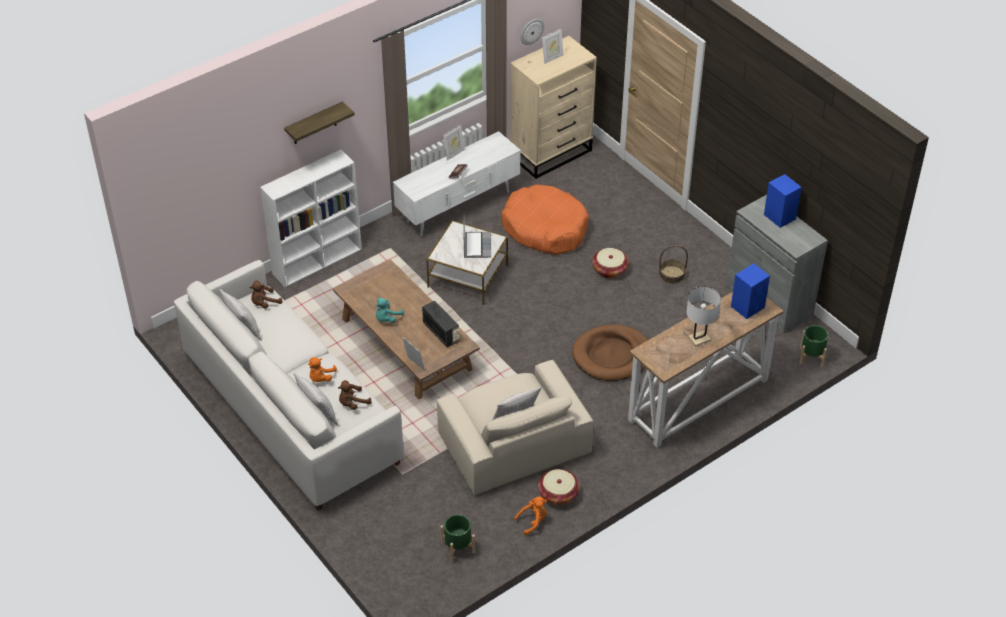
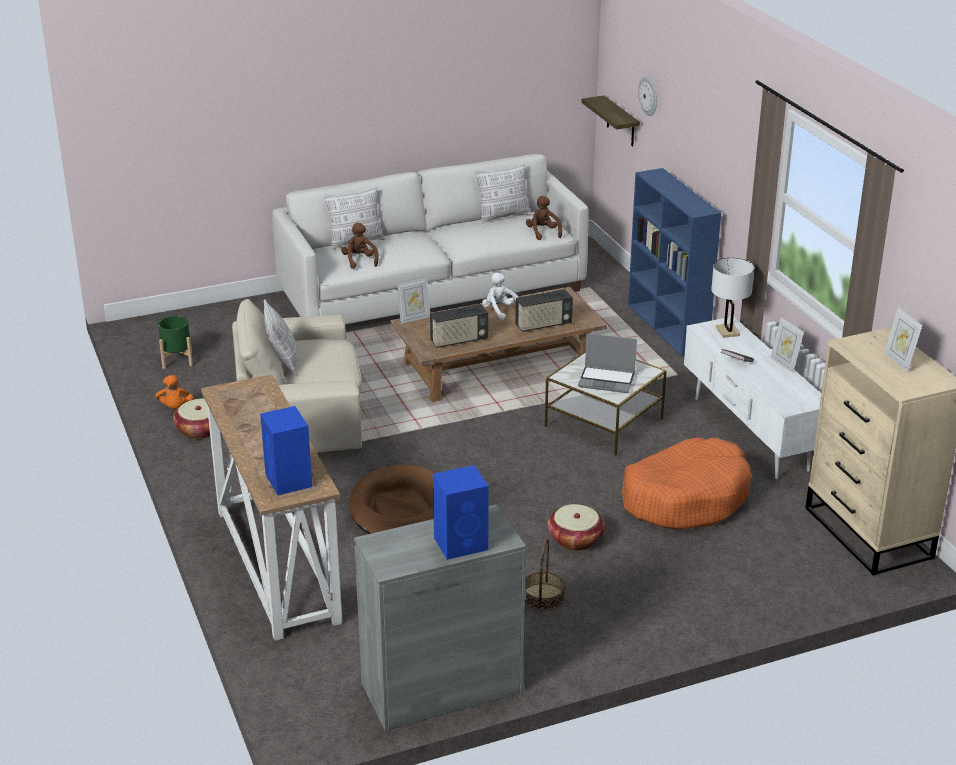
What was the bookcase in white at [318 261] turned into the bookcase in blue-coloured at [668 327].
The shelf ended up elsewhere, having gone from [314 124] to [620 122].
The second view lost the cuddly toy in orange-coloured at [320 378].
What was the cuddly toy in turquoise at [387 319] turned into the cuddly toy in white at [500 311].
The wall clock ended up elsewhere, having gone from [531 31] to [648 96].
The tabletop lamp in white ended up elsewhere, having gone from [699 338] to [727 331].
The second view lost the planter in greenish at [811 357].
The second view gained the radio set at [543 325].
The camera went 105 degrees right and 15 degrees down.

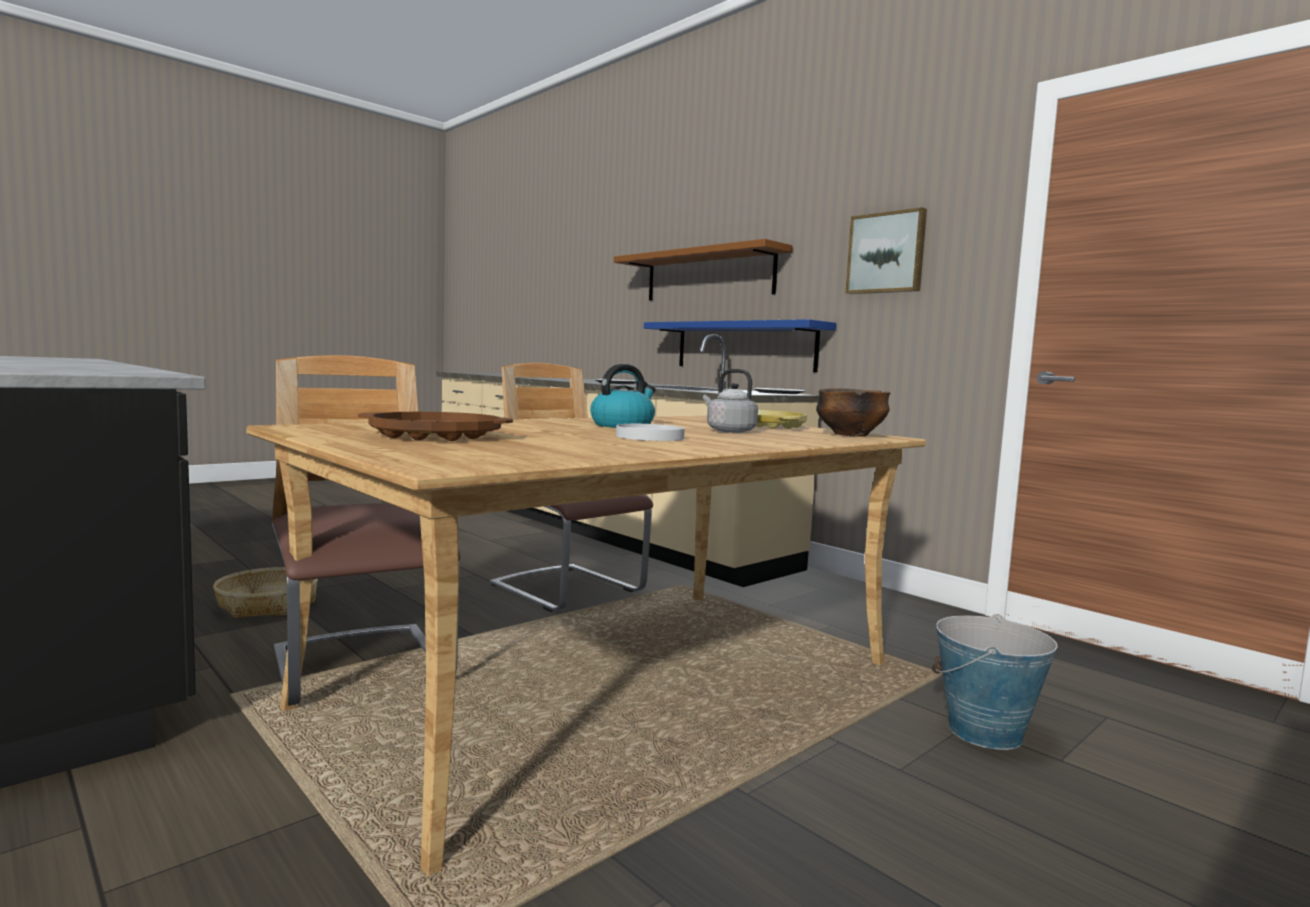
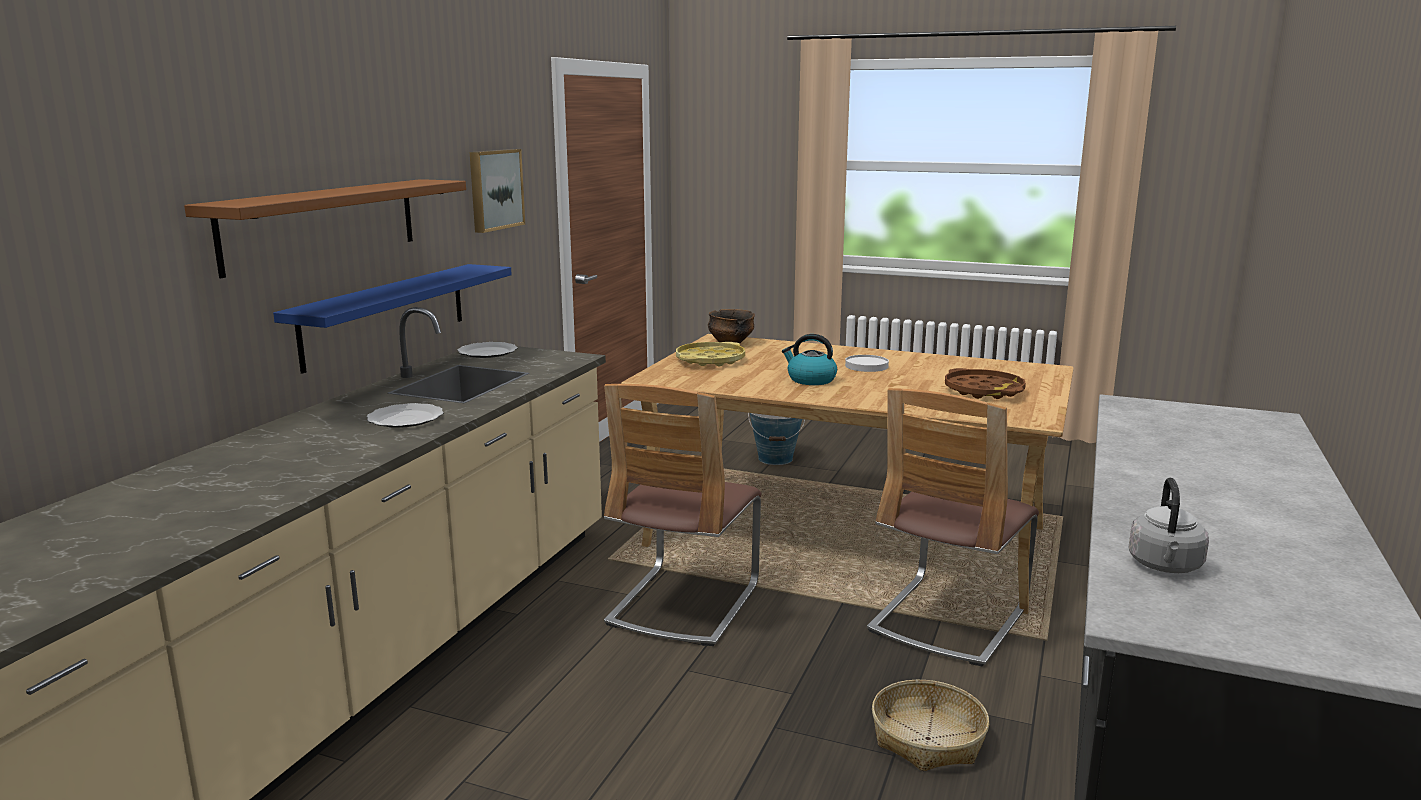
The tea kettle in greyish ended up elsewhere, having gone from [728 431] to [1165 566].
The camera went 115 degrees left and 10 degrees up.

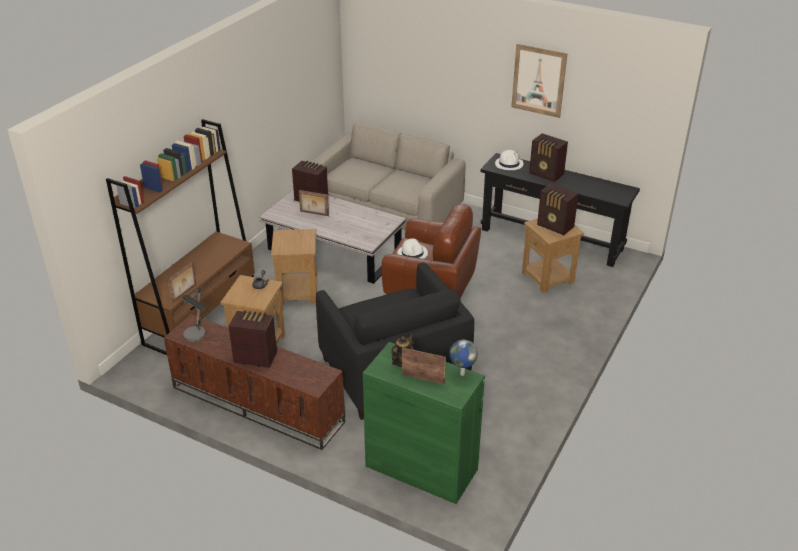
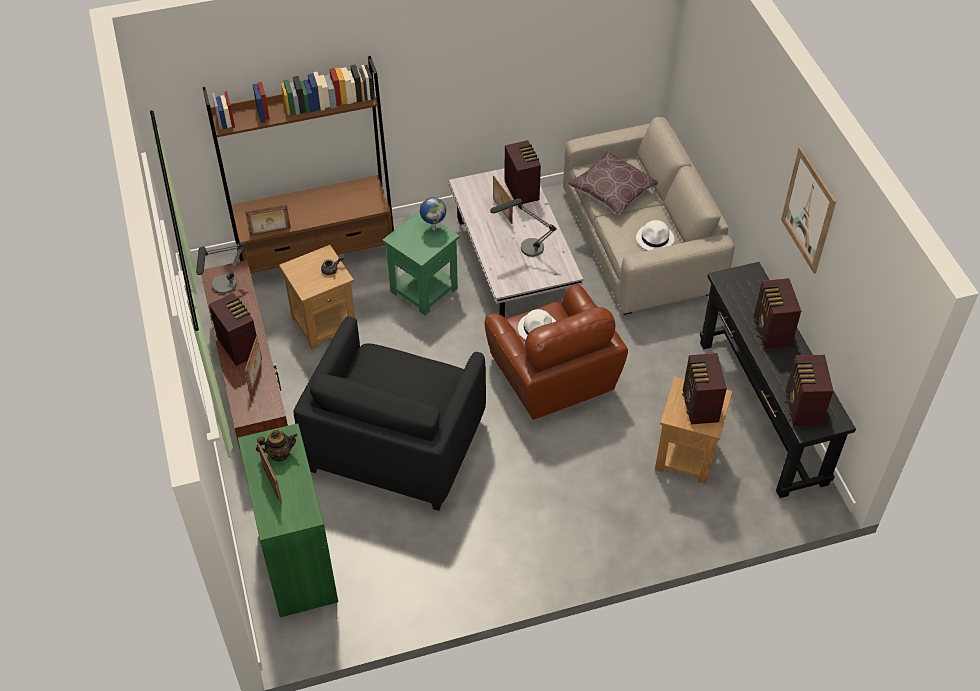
What was the end table in brownish at [297 292] turned into the end table in greenish at [424 289].
The desk globe ended up elsewhere, having gone from [462 373] to [433 228].
The hat in white ended up elsewhere, having gone from [509 164] to [655 238].
The second view gained the picture frame at [256 376].
The second view gained the tabletop lamp at [525 249].
The second view gained the cushion in brownish at [612 191].
The second view gained the radio set at [802 409].
The camera went 45 degrees right and 15 degrees up.

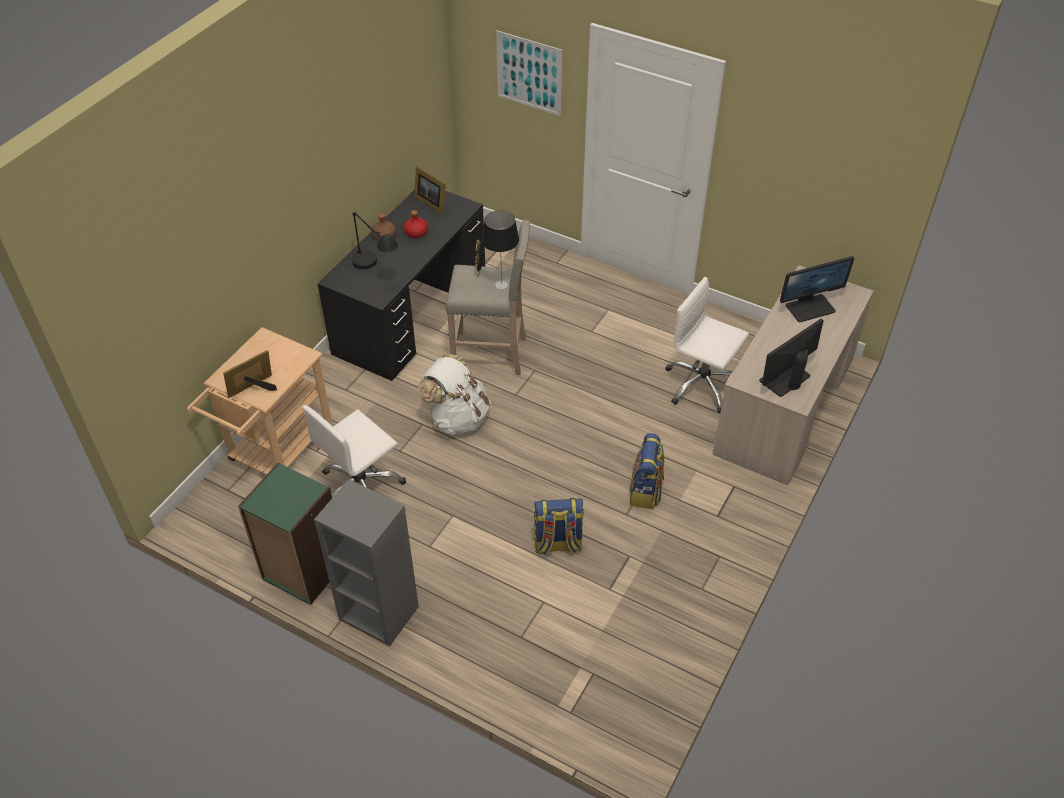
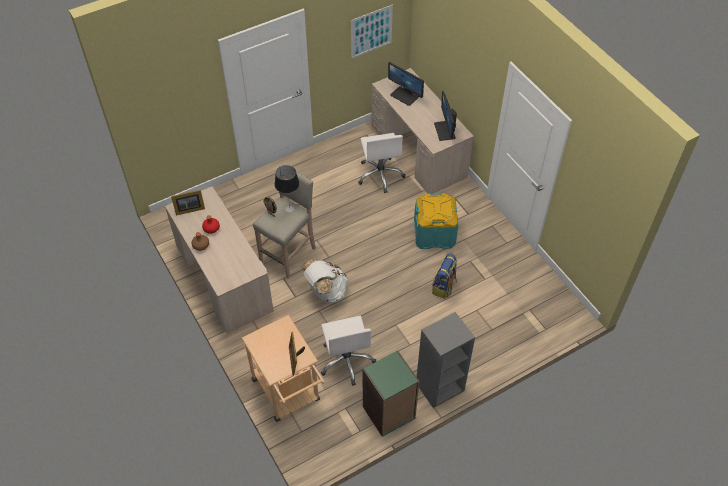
What was the desk table in black-coloured at [412 313] turned into the desk table in beige at [224 277].
The second view lost the tabletop lamp in black-coloured at [376 272].
The wall picture ended up elsewhere, having gone from [529 73] to [371 31].
Where the rucksack stood at [645 491], the storage bin in turquoise came to stand at [434 234].
The computer chair in white at [701 385] ended up facing another way, 75 degrees counterclockwise from before.
The computer display at [810 307] ended up facing another way, 120 degrees clockwise from before.
The camera went 60 degrees left and 5 degrees up.

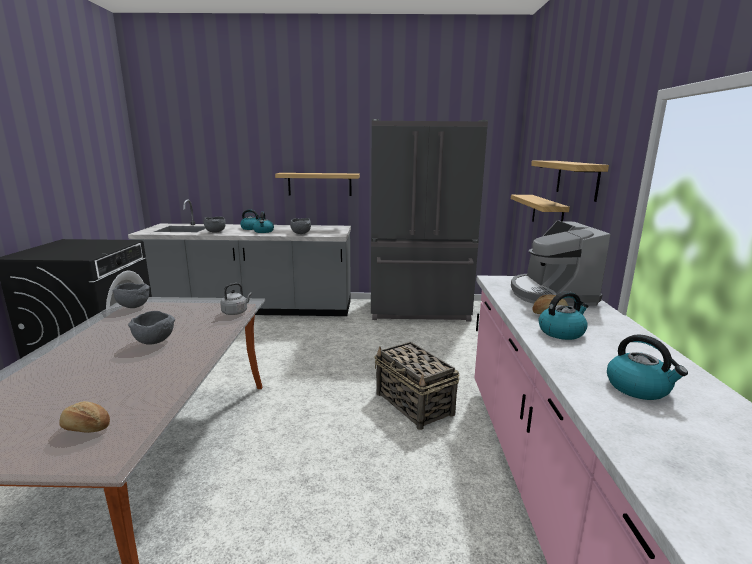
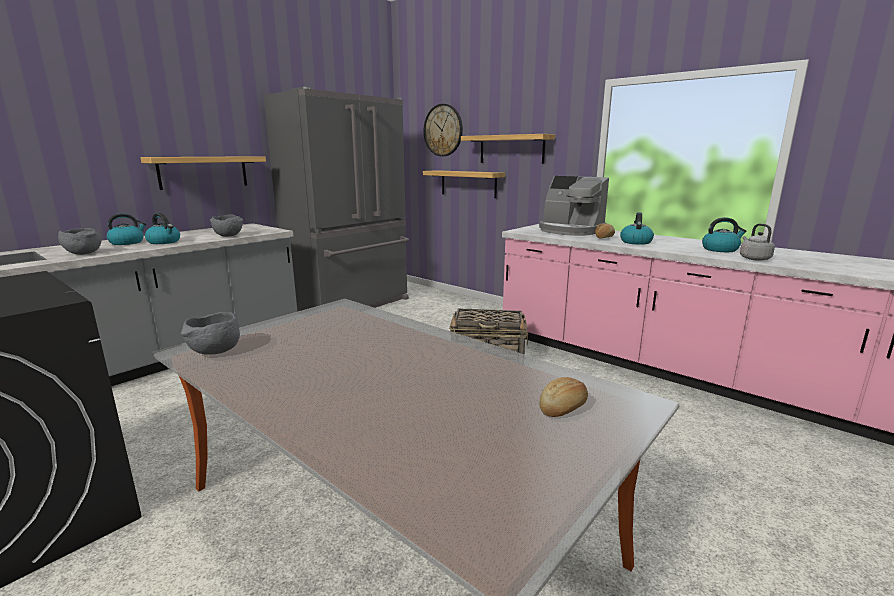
The second view lost the bowl in greyish at [155 341].
The tea kettle in greyish ended up elsewhere, having gone from [236 312] to [753 258].
The second view gained the wall clock at [443 130].
The camera went 50 degrees left and 0 degrees up.

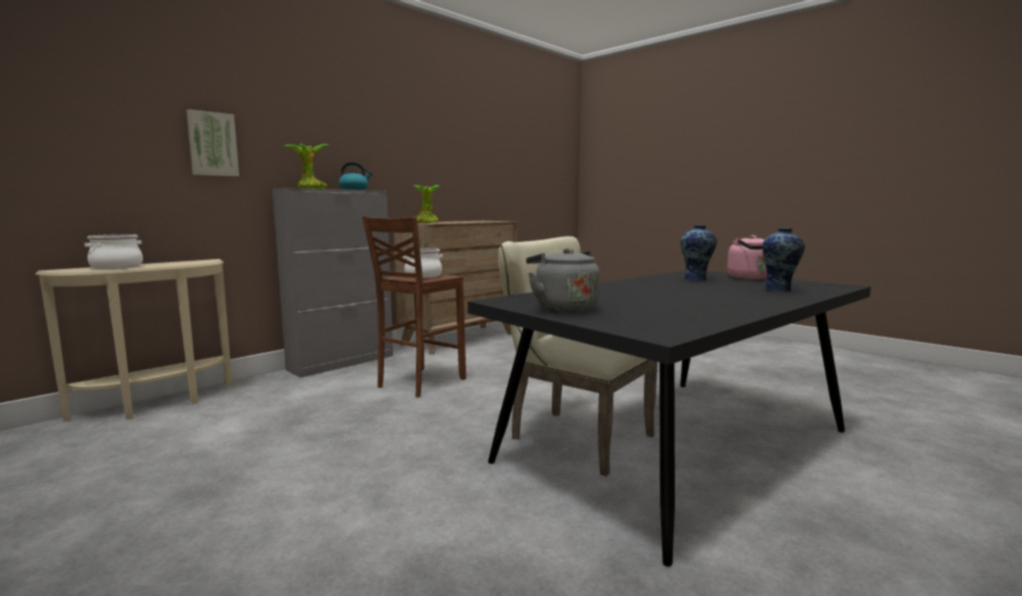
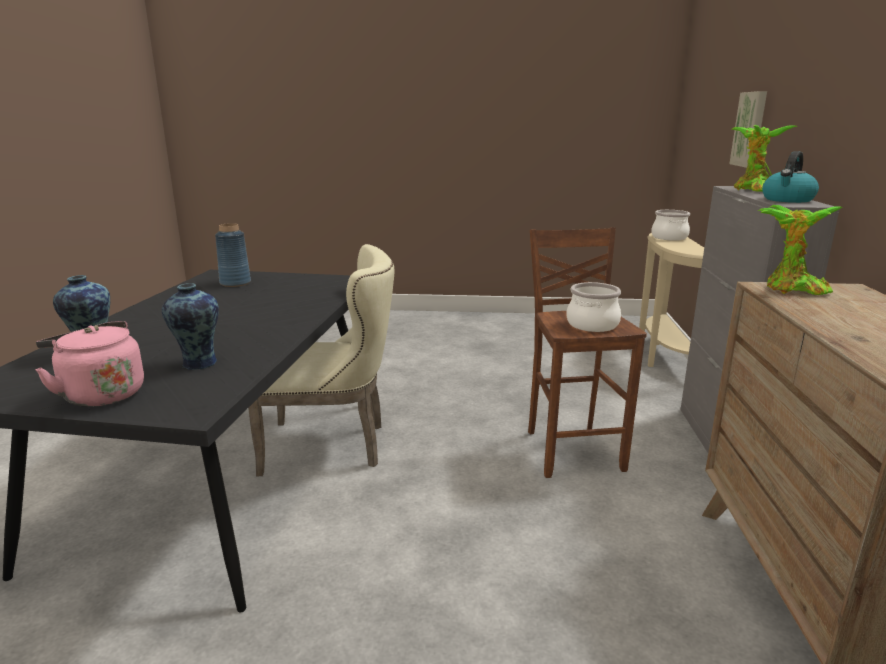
The second view lost the tea kettle in greyish at [563 308].
The second view gained the decorative vase in blue-coloured at [235 283].
The camera went 140 degrees right and 10 degrees up.

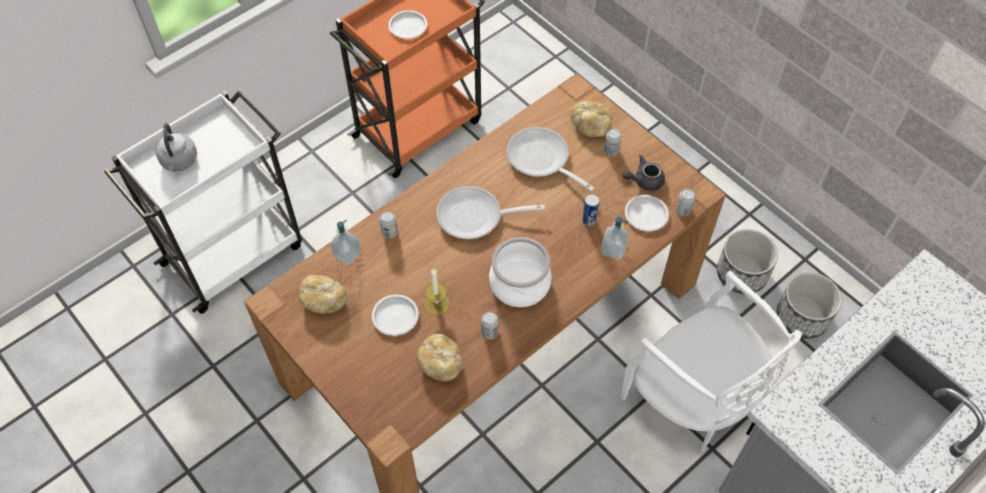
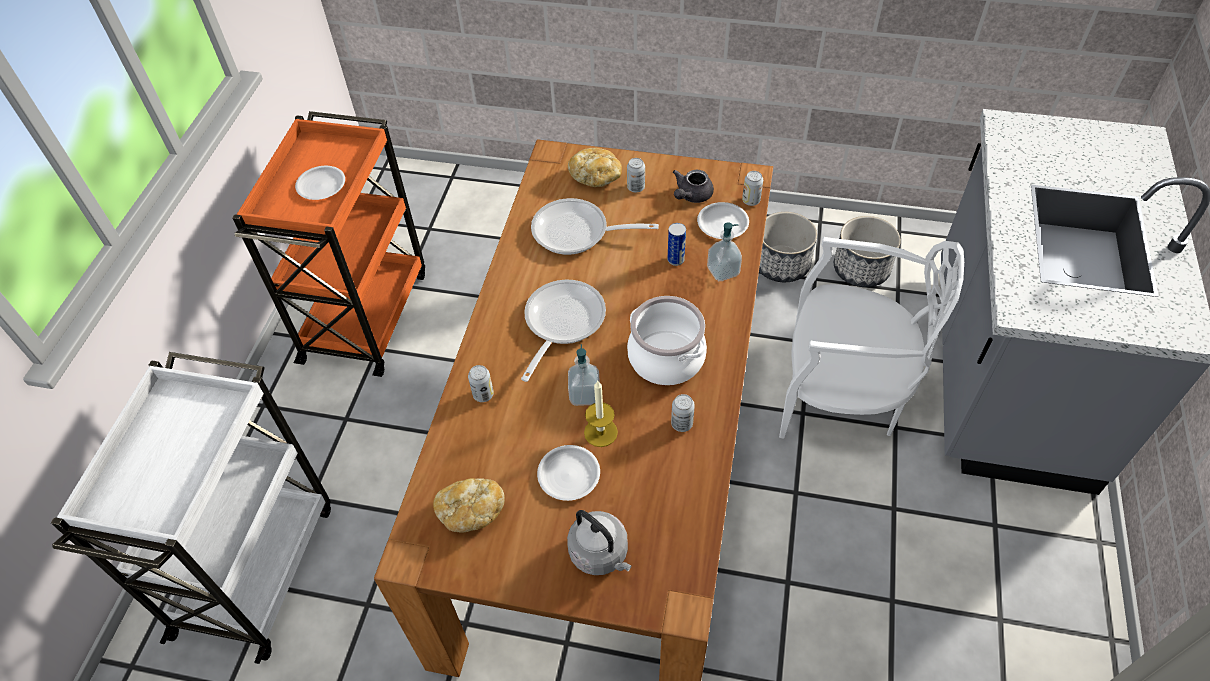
The tea kettle in greyish ended up elsewhere, having gone from [179 162] to [601 554].
The soap dispenser ended up elsewhere, having gone from [347 254] to [584 394].
The second view lost the bread at [440 363].
The pan at [475 217] ended up facing another way, 150 degrees clockwise from before.
The camera went 35 degrees left and 5 degrees down.

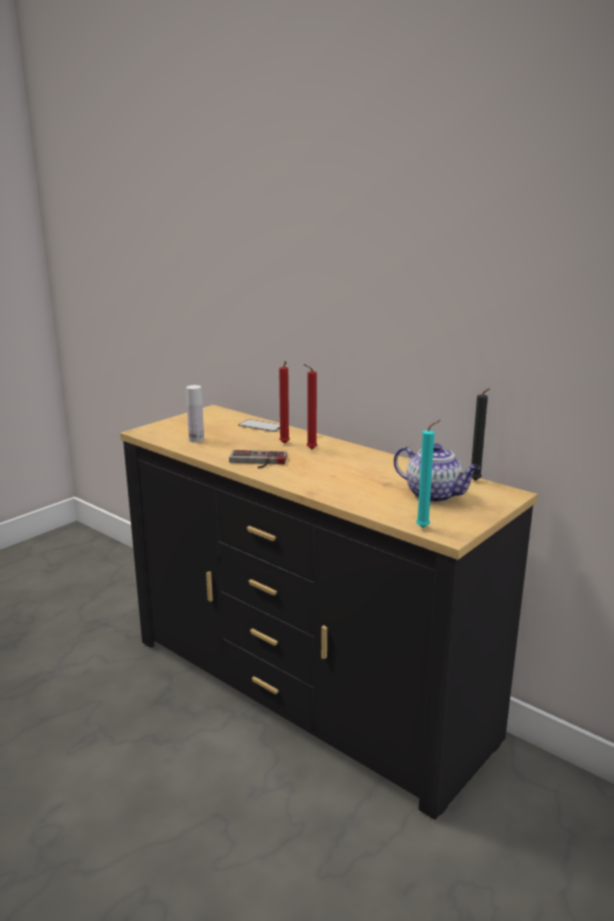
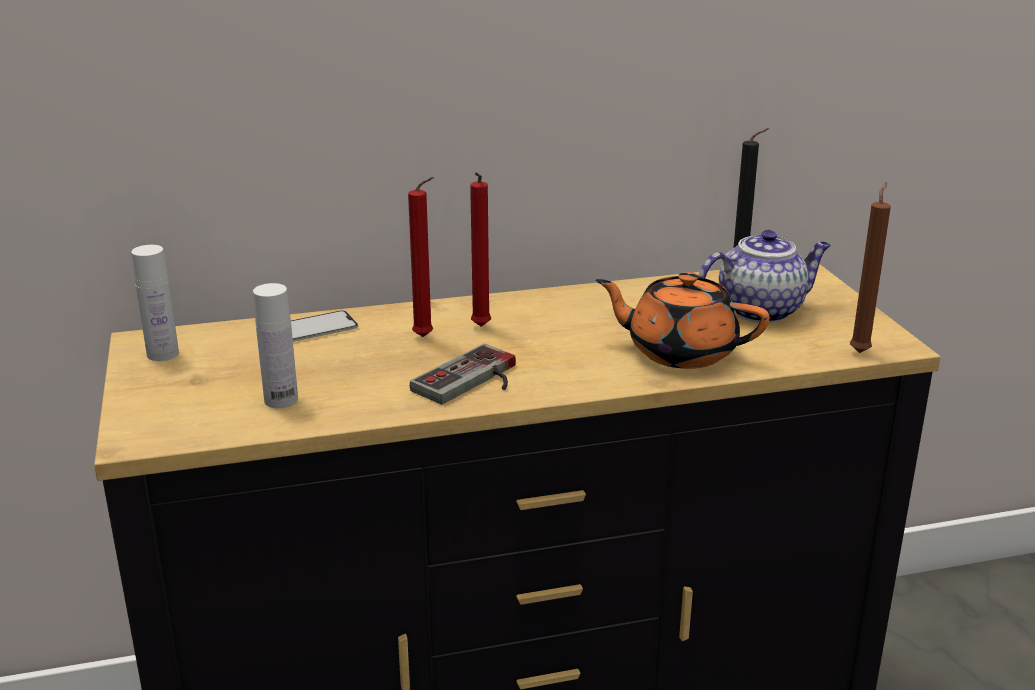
What was the wax candle in turquoise at [425 527] turned into the wax candle in brownish at [860 351].
The second view gained the beverage bottle in white at [163 354].
The second view gained the pot for tea in orange-coloured at [679 352].
The camera went 55 degrees left and 5 degrees up.

